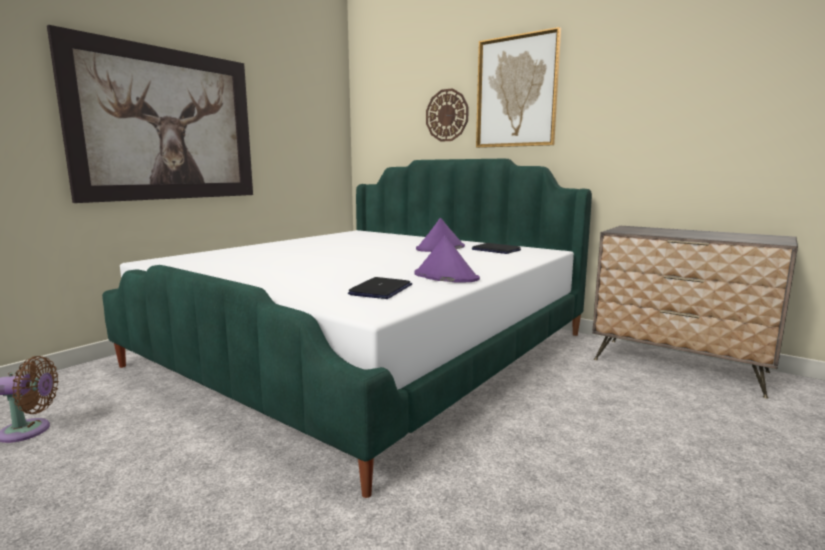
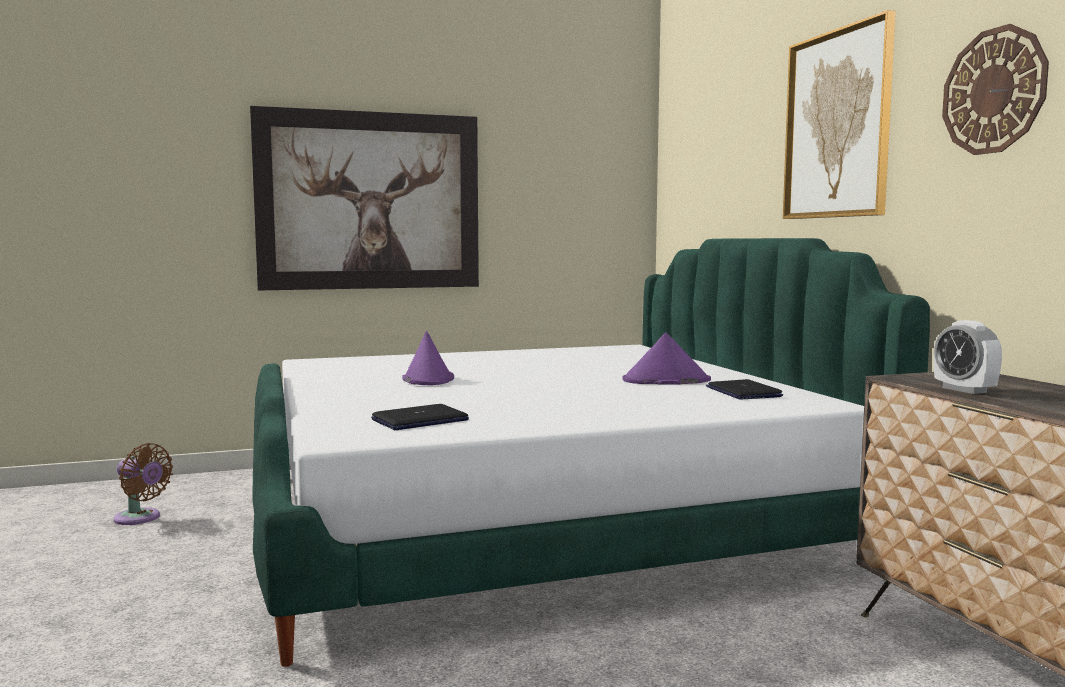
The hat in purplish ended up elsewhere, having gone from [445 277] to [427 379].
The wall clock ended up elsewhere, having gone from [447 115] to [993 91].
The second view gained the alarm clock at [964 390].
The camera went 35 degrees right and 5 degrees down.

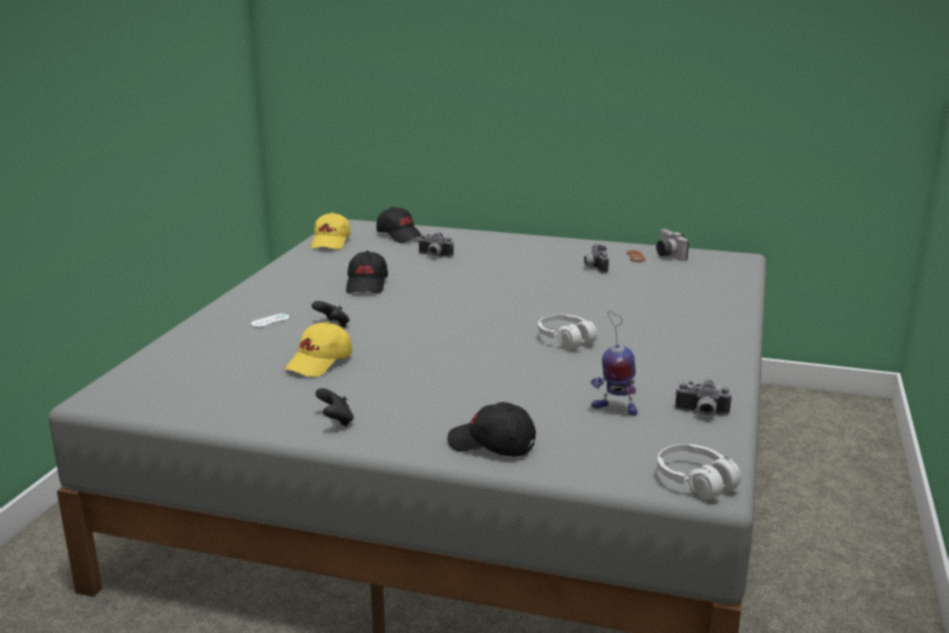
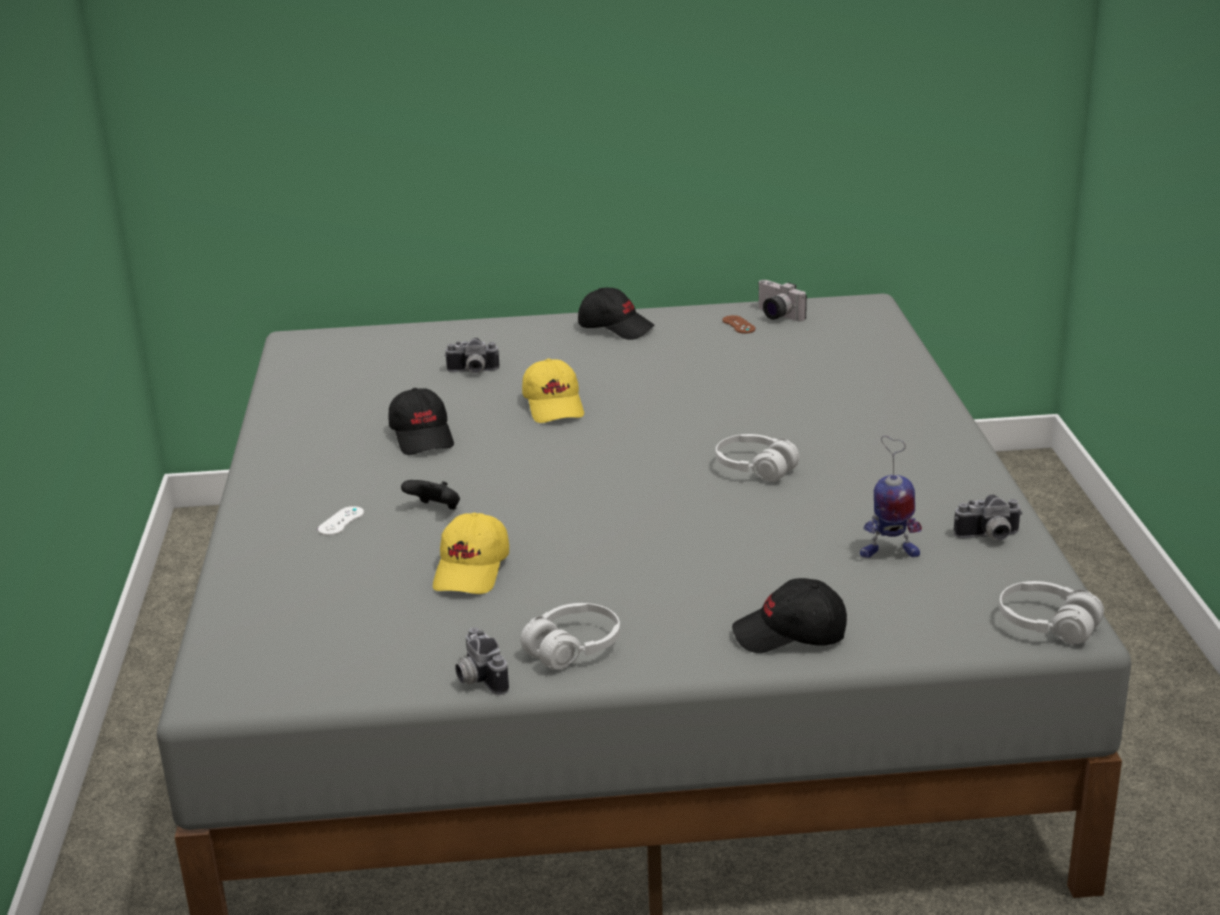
The baseball cap in yellow ended up elsewhere, having gone from [331 242] to [554 406].
Where the joypad in black-coloured stood at [336 421], the headset in white came to stand at [573 648].
The baseball cap in black-coloured ended up elsewhere, having gone from [400 235] to [616 327].
The still camera ended up elsewhere, having gone from [594 267] to [477 679].
The camera went 20 degrees left and 5 degrees up.

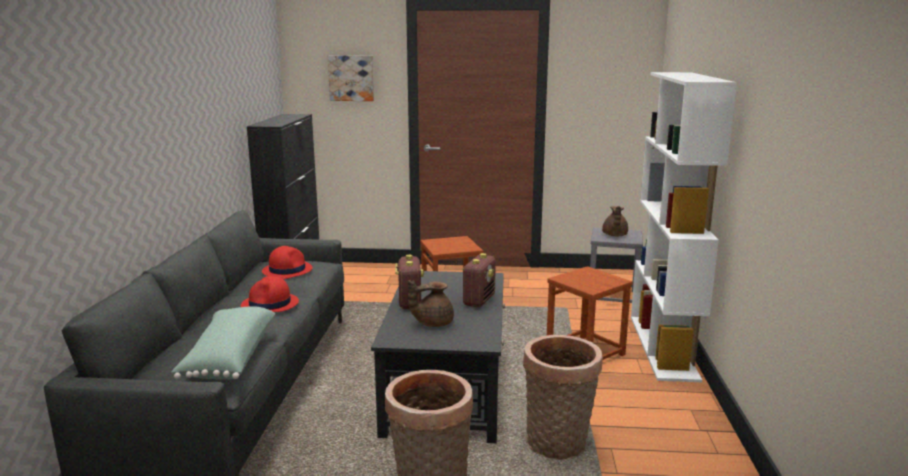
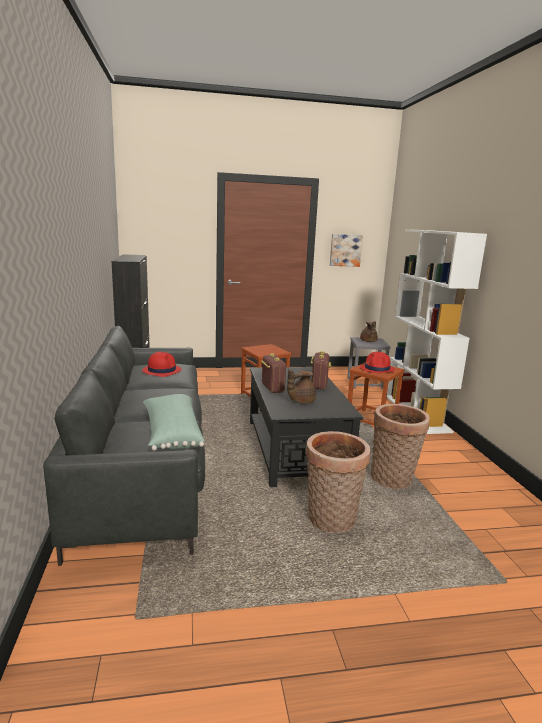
The hat in red-coloured ended up elsewhere, having gone from [270 304] to [377 369].
The wall picture ended up elsewhere, having gone from [351 78] to [345 250].
The camera went 15 degrees left and 0 degrees up.

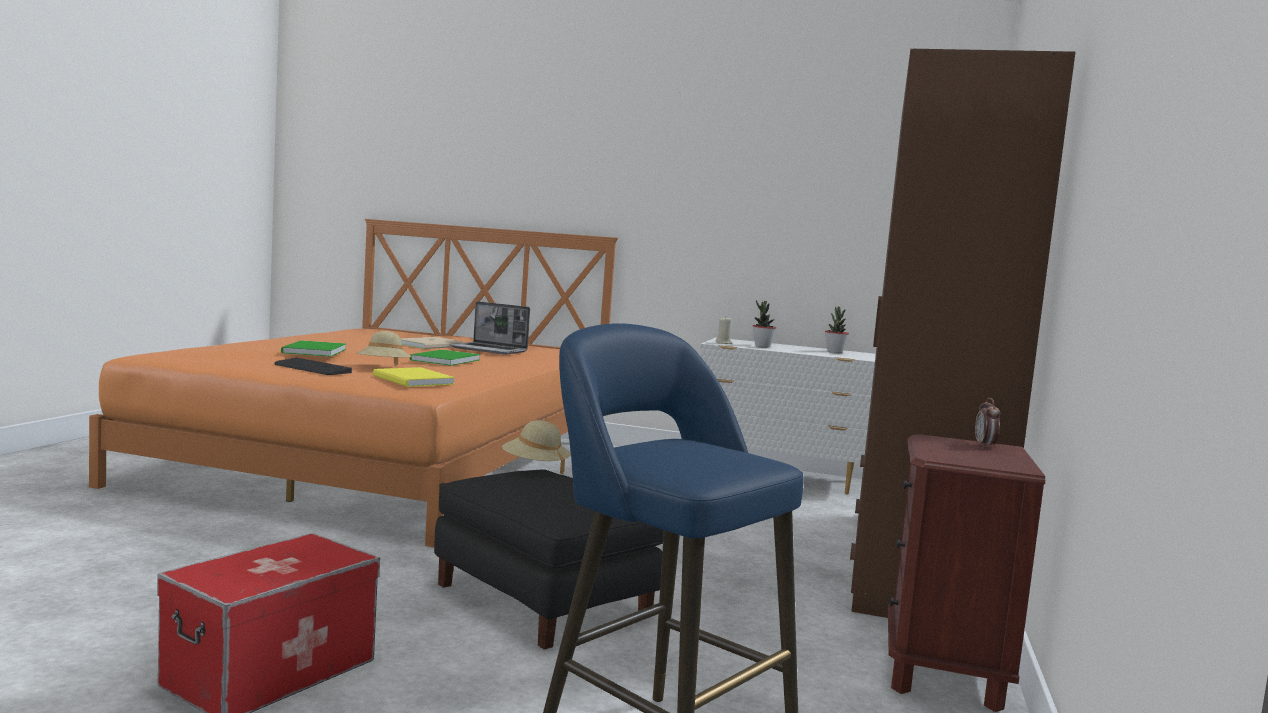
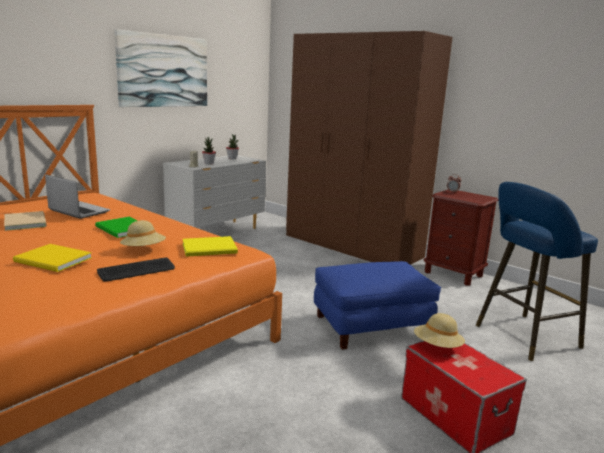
What was the volume in greenish at [312 351] turned into the volume in yellow at [53 260].
What was the footrest in black-coloured at [544 600] turned into the footrest in blue-coloured at [371 326].
The laptop at [490 350] ended up facing another way, 105 degrees counterclockwise from before.
The hat in beige ended up elsewhere, having gone from [535 467] to [437 347].
The second view gained the wall picture at [163 71].
The camera went 65 degrees left and 10 degrees up.

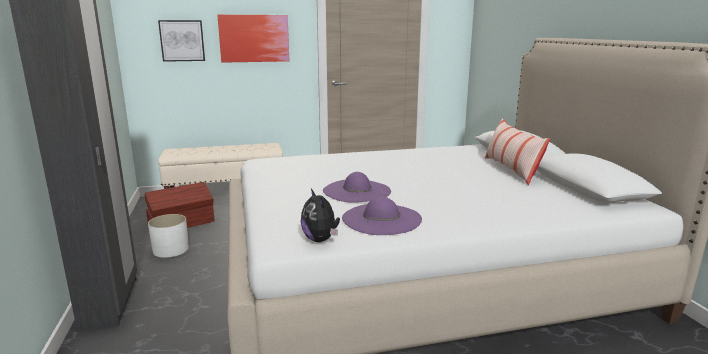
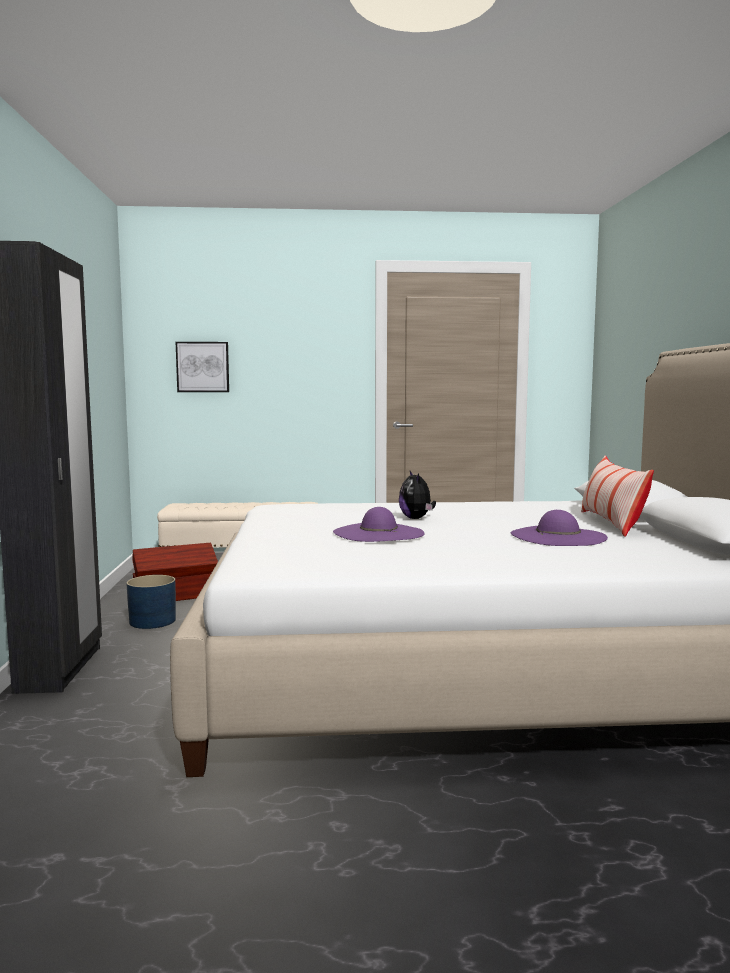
What was the planter in white at [171 249] turned into the planter in blue-coloured at [152 621].
The second view lost the wall picture at [254 38].
The cuddly toy ended up elsewhere, having gone from [321 239] to [417 518].
The hat in purplish ended up elsewhere, having gone from [381 219] to [558 536].
The camera went 10 degrees right and 10 degrees down.

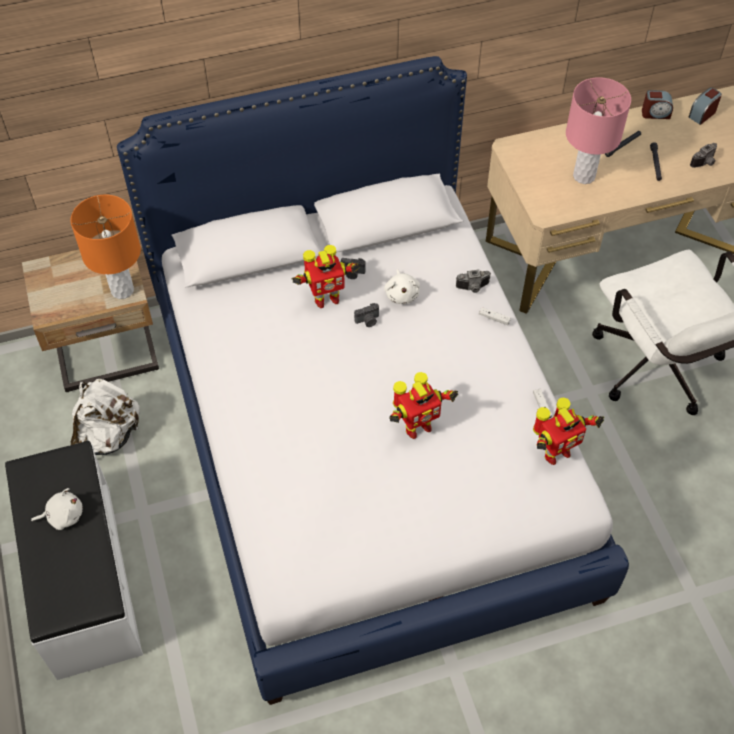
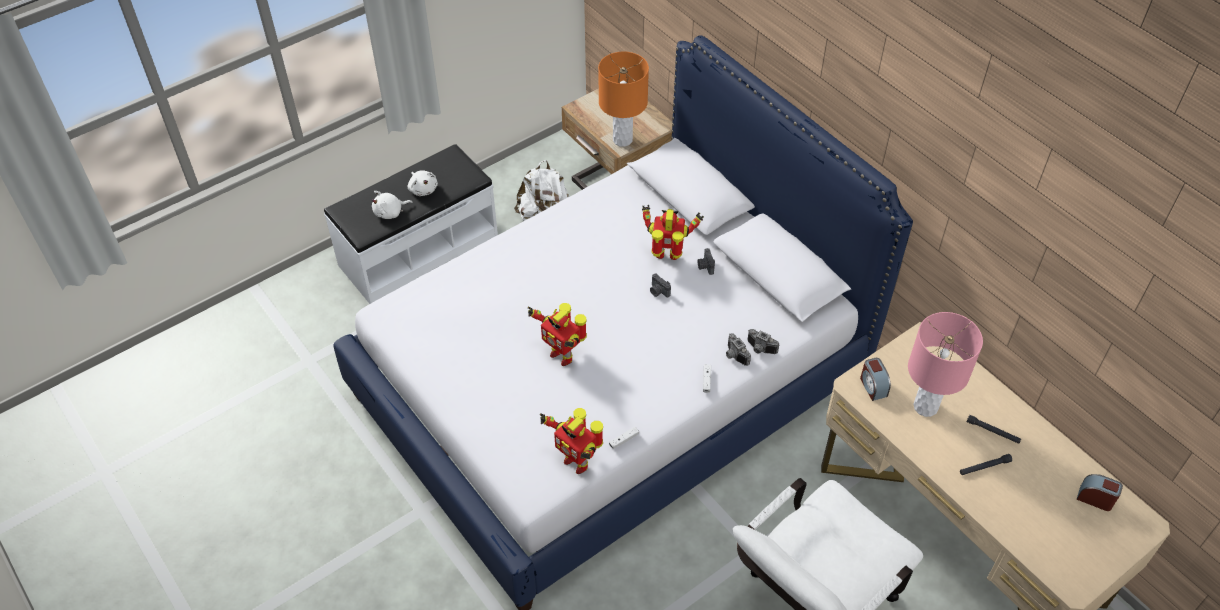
The toy robot at [325 299] ended up facing another way, 135 degrees clockwise from before.
The cuddly toy in white ended up elsewhere, having gone from [402 294] to [390 212].
The alarm clock ended up elsewhere, having gone from [655 113] to [873 386].
The still camera ended up elsewhere, having gone from [705 163] to [760 349].
The camera went 70 degrees right and 5 degrees down.

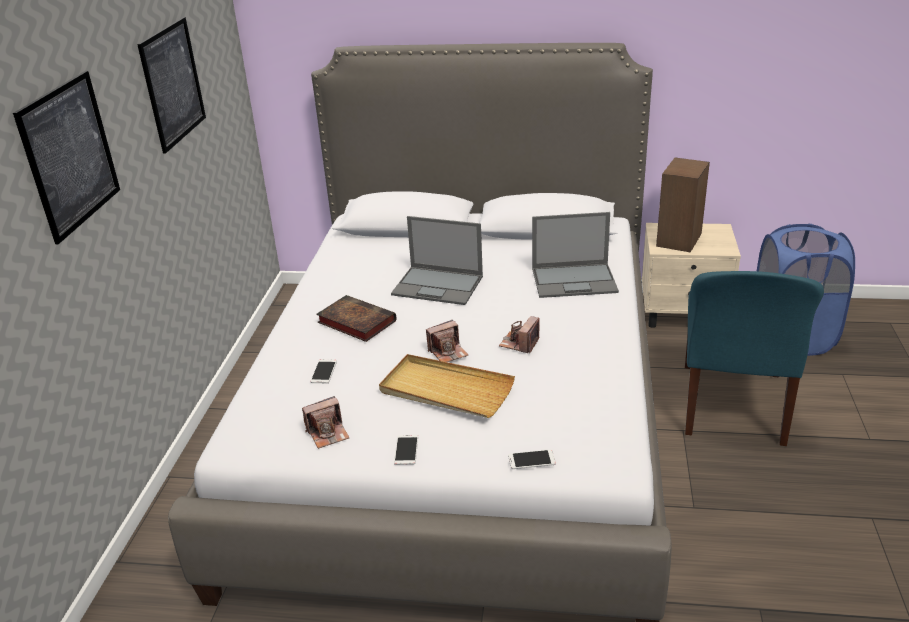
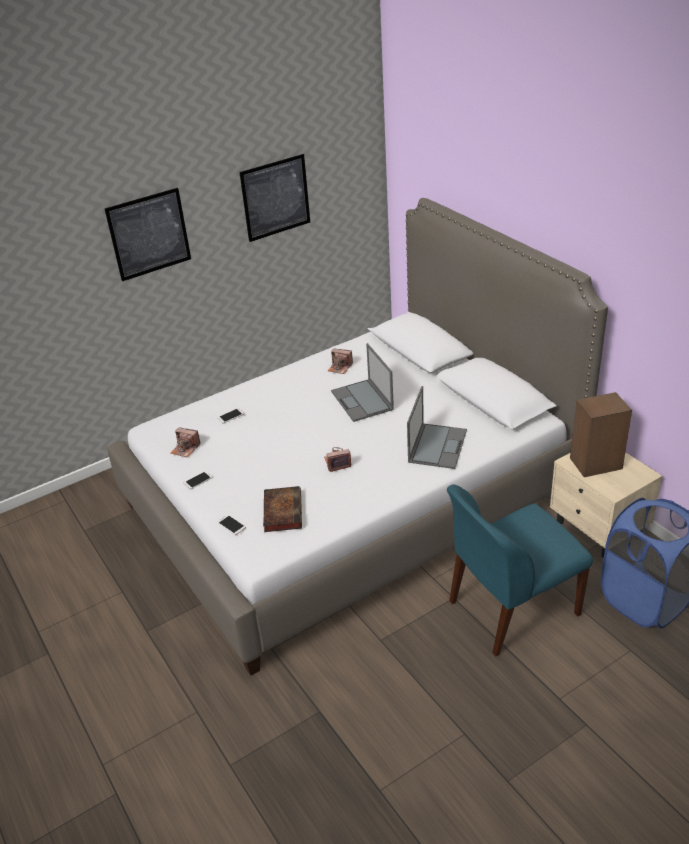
The volume ended up elsewhere, having gone from [354 322] to [282 511].
The second view lost the carrying tray in beige at [445 390].
The still camera ended up elsewhere, having gone from [448 352] to [340 367].
The laptop at [575 280] ended up facing another way, 120 degrees counterclockwise from before.
The camera went 50 degrees right and 5 degrees up.

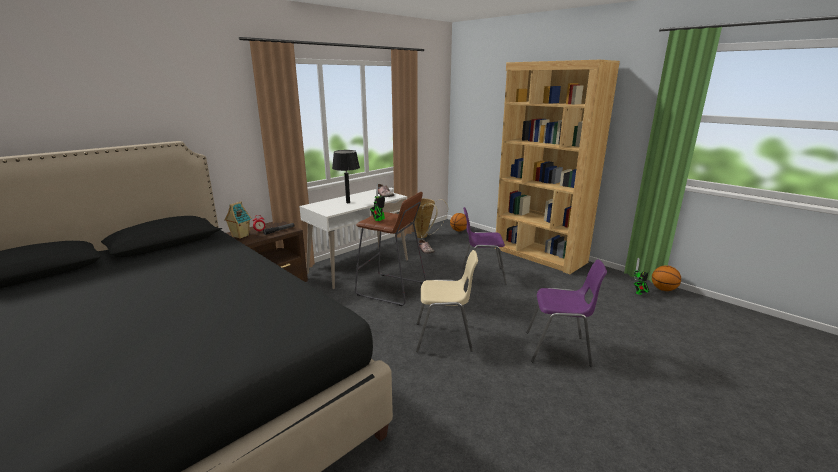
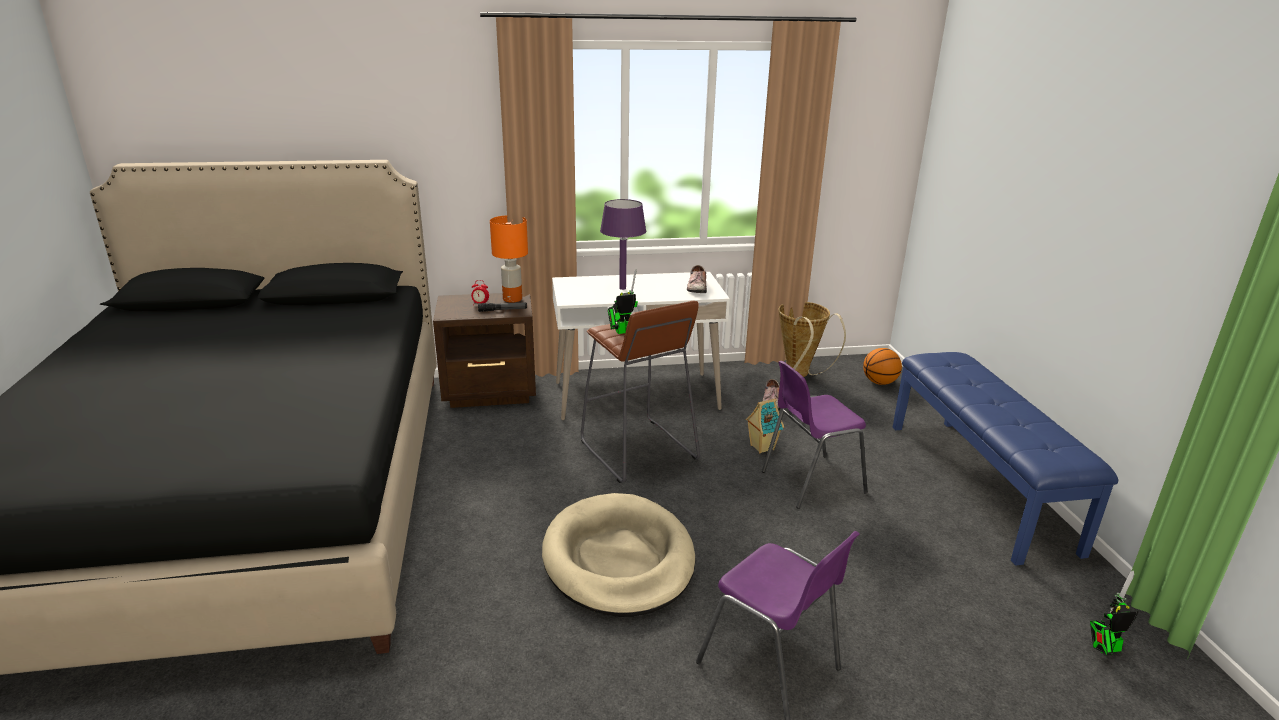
The miniature house ended up elsewhere, having gone from [240 236] to [761 447].
What was the tabletop lamp in black-coloured at [347 202] turned into the tabletop lamp in purplish at [622 288].
Where the chair in beige stood at [445 337], the dog bed in beige came to stand at [618 559].
The chair in purplish at [481 275] ended up facing another way, 60 degrees counterclockwise from before.
Where the bookcase in brownish stood at [539 255], the indoor bench in blue-coloured came to stand at [979 484].
The second view lost the ball for basketball at [663 289].
The second view gained the tabletop lamp in orange-coloured at [512 299].
The camera went 35 degrees right and 5 degrees up.

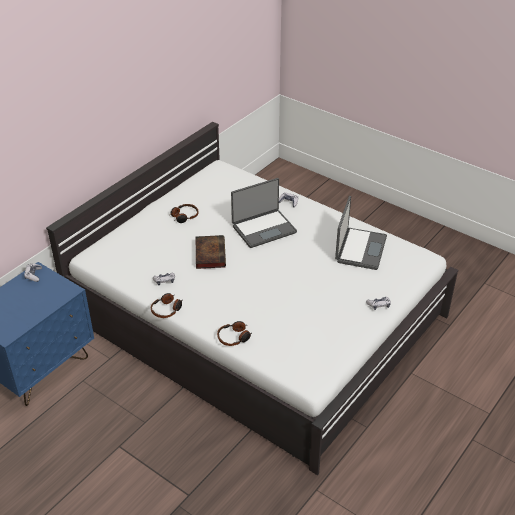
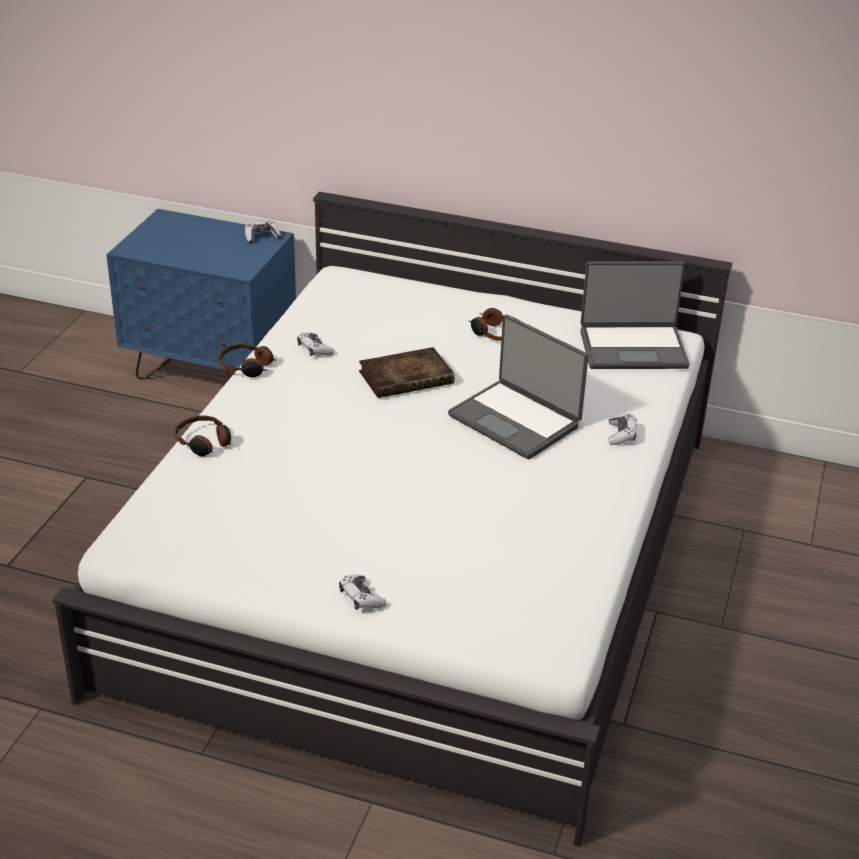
The laptop ended up elsewhere, having gone from [359 249] to [633 348].
The camera went 70 degrees right and 5 degrees down.

